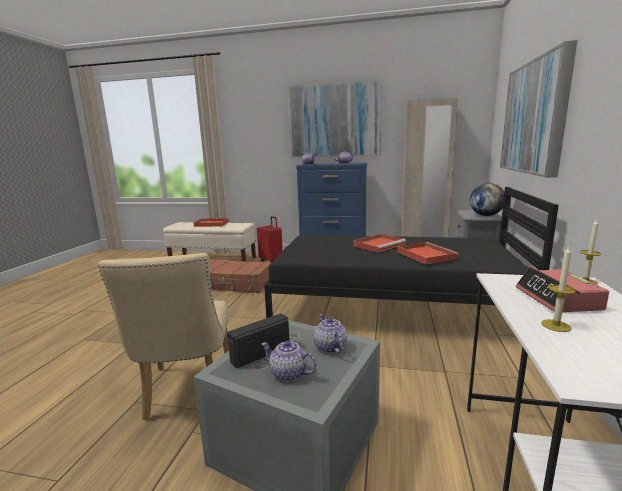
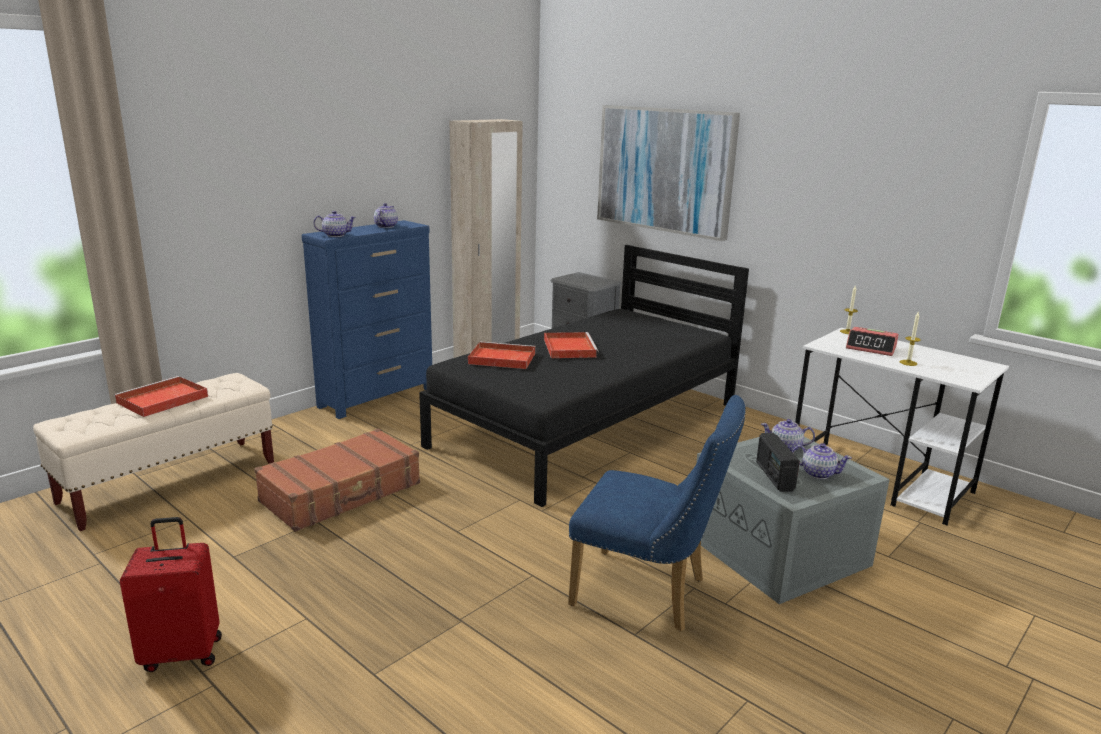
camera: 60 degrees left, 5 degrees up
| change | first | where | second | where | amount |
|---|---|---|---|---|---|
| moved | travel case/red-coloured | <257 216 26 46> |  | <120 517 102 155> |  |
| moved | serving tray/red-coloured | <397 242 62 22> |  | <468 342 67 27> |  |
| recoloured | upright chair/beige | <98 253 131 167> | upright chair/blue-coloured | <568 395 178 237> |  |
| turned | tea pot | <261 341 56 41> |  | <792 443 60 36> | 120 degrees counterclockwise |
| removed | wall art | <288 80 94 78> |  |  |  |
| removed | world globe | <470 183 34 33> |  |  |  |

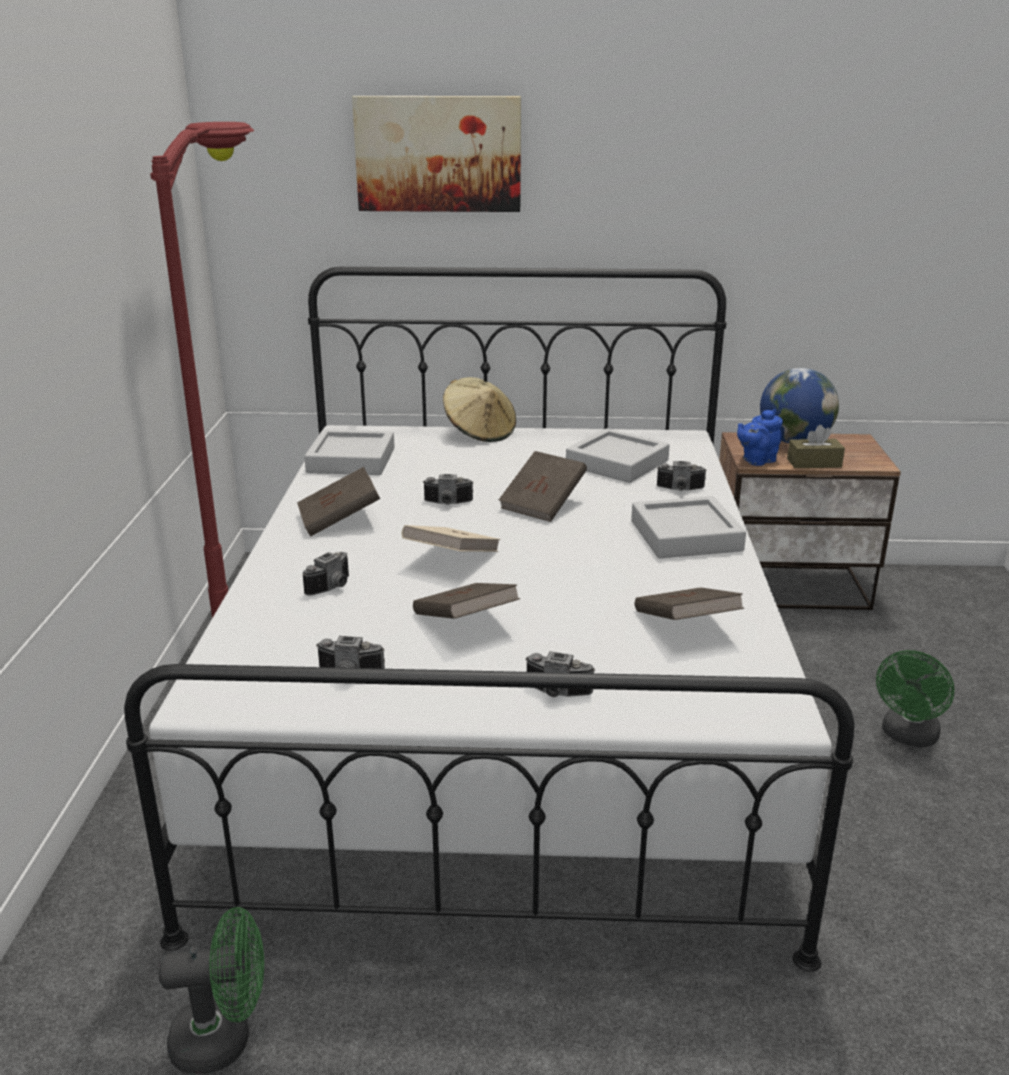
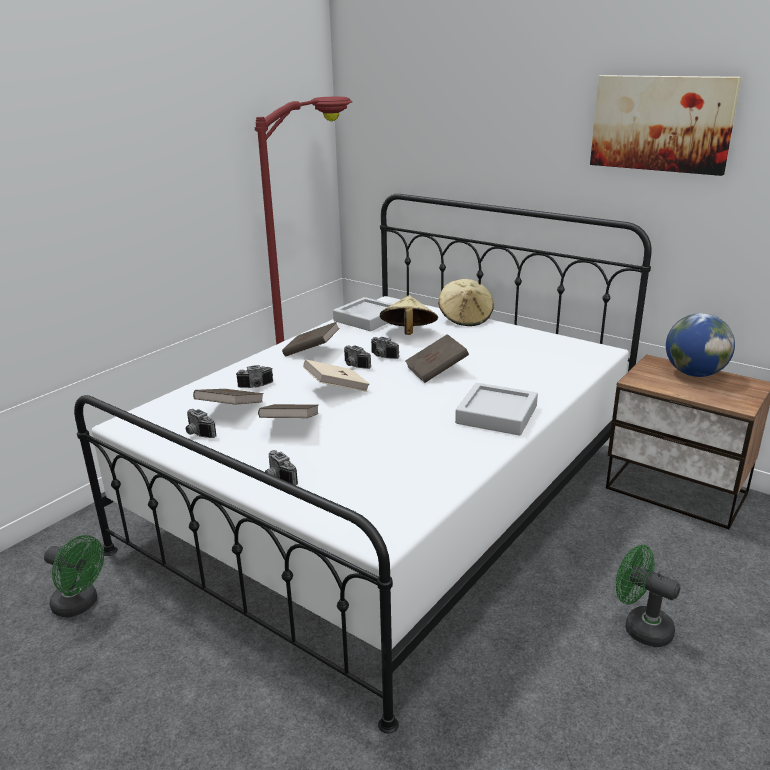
camera: 35 degrees right, 0 degrees up
| change | first | where | second | where | amount |
|---|---|---|---|---|---|
| moved | book/brown | <635 587 109 33> |  | <193 389 71 16> |  |
| moved | photo camera | <657 461 49 30> |  | <344 345 27 24> |  |
| added |  |  | clothing hat/beige | <380 295 58 40> |  |
| moved | wall art | <352 96 169 116> |  | <590 75 151 101> |  |
| turned | cooling fan/greenish | <876 650 79 97> |  | <616 545 64 102> | 60 degrees clockwise |
| removed | serving tray/gray | <566 428 104 55> |  |  |  |
| removed | tea pot/blue-coloured | <737 409 46 57> |  |  |  |
| removed | tissue box/brown | <787 425 58 43> |  |  |  |

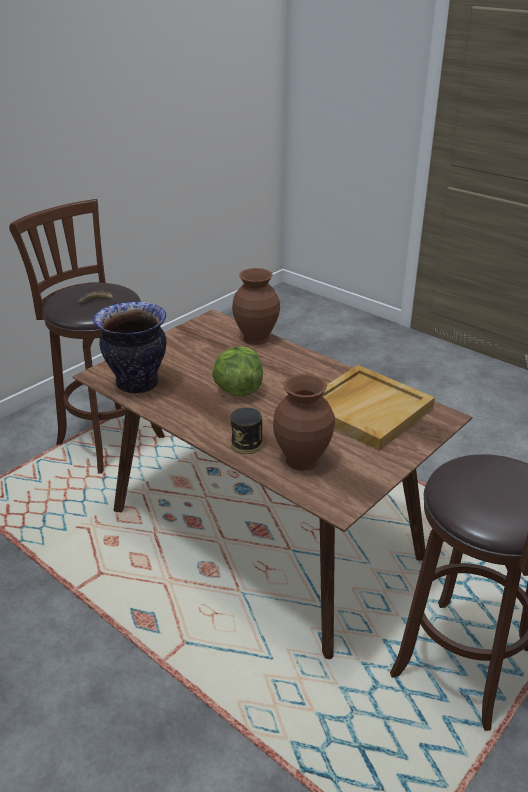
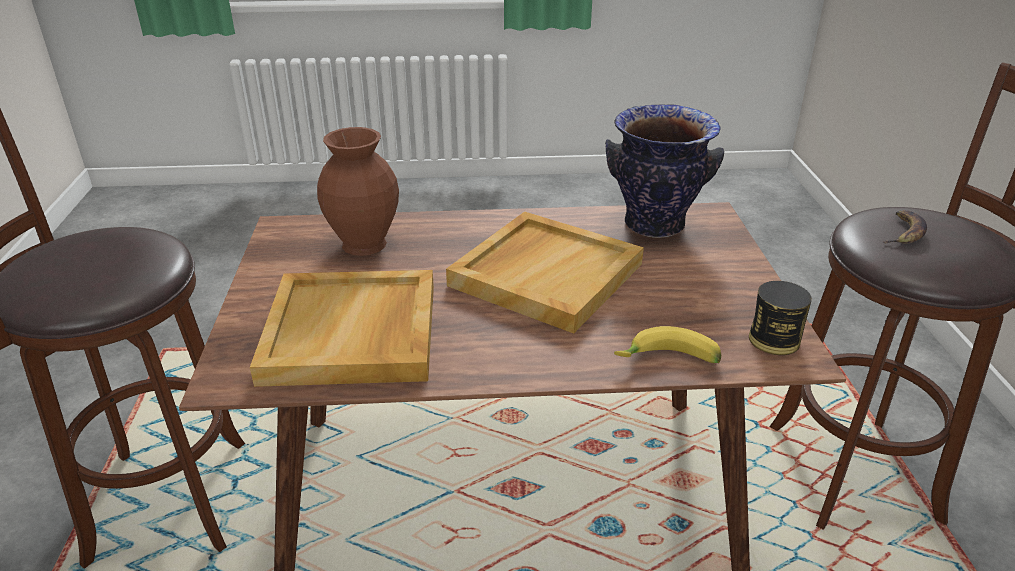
camera: 135 degrees right, 0 degrees up
| change | first | where | second | where | amount |
|---|---|---|---|---|---|
| replaced | lettuce head | <212 346 51 50> | serving tray/beige | <446 212 198 122> |  |
| replaced | vase/brown | <232 268 48 77> | banana fruit | <614 326 107 37> |  |
| moved | sealed can | <230 408 32 46> |  | <749 281 63 74> |  |

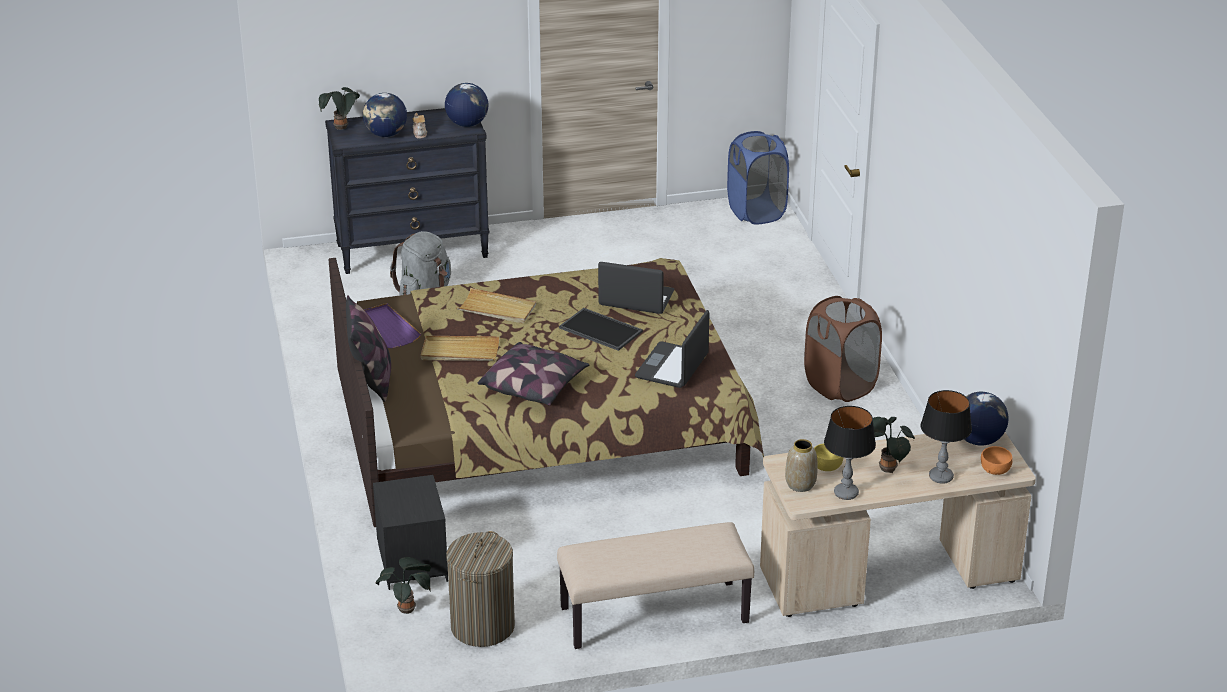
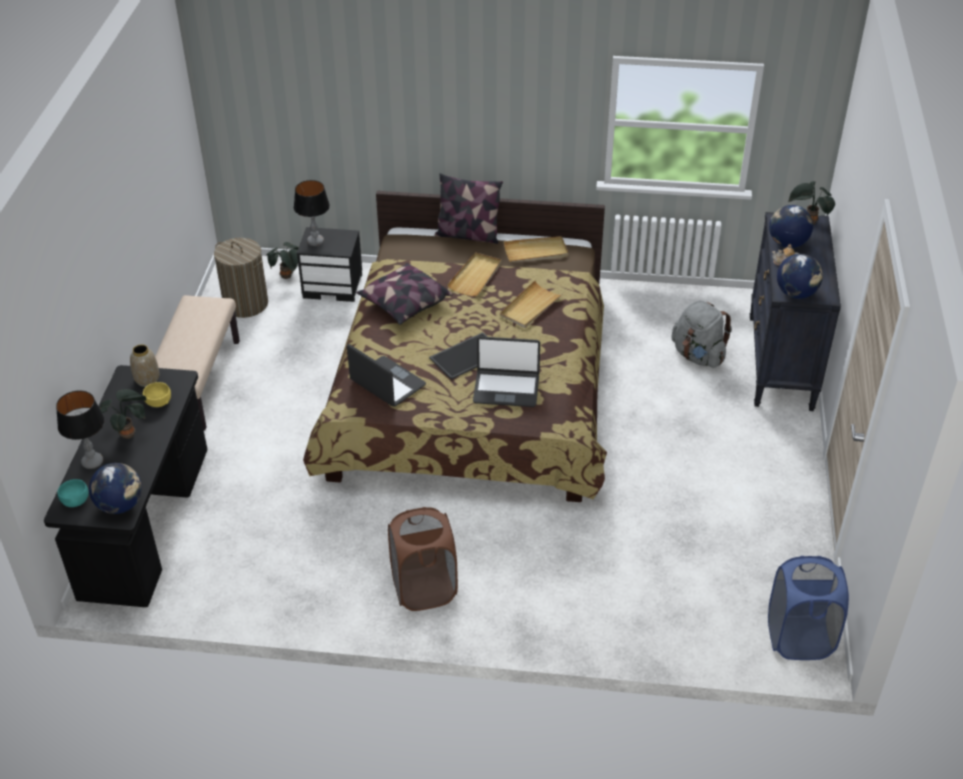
camera: 110 degrees right, 10 degrees up
| change | first | where | second | where | amount |
|---|---|---|---|---|---|
| recoloured | desk/beige | <760 432 276 185> | desk/black | <44 365 163 242> |  |
| recoloured | deep dish/orange | <981 446 32 29> | deep dish/turquoise-coloured | <57 479 32 28> |  |
| moved | lamp for a table | <824 406 52 94> |  | <294 180 36 66> |  |
| turned | laptop | <598 262 76 52> |  | <473 336 67 71> | 60 degrees clockwise |
| recoloured | serving tray/purple-coloured | <364 303 57 45> | serving tray/beige | <504 236 65 26> |  |

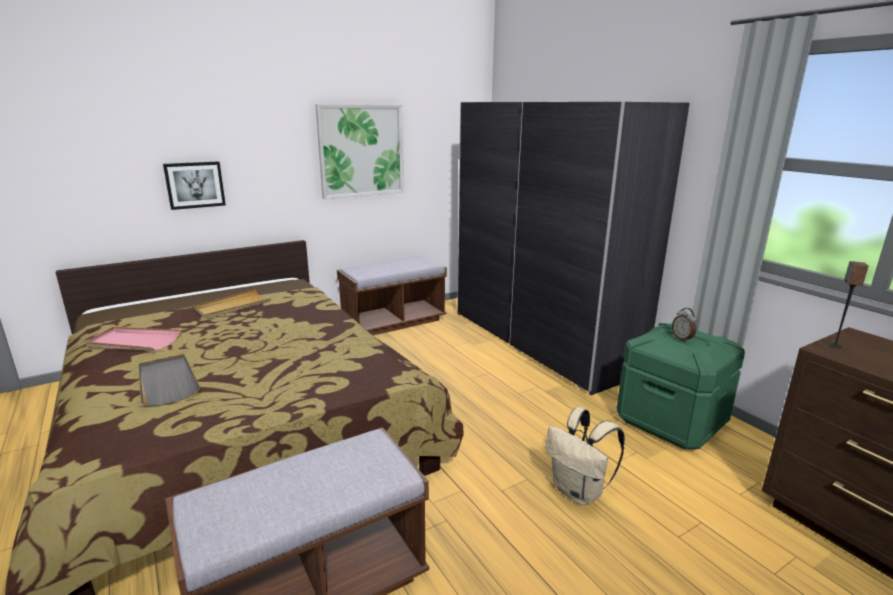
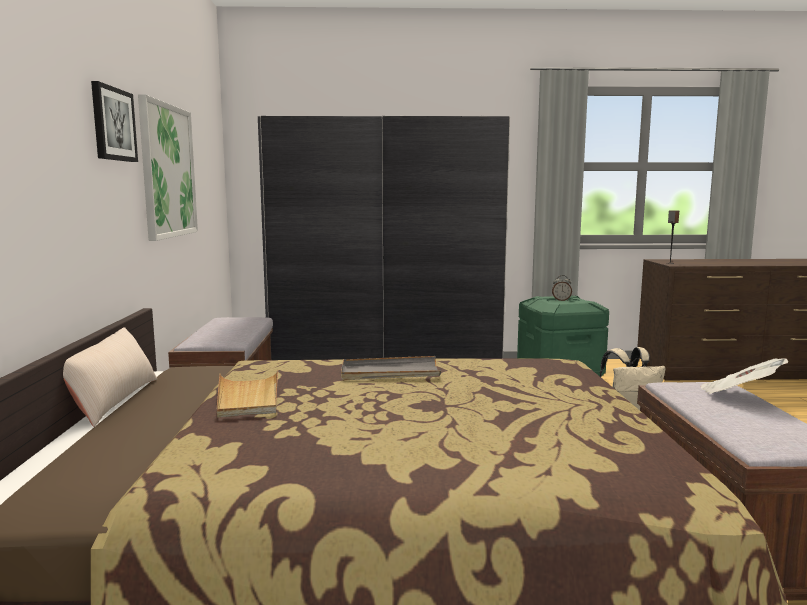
camera: 60 degrees left, 10 degrees down
| change | first | where | second | where | amount |
|---|---|---|---|---|---|
| added |  |  | cushion/beige | <63 327 94 100> |  |
| moved | wall art | <163 161 63 49> |  | <91 81 47 81> |  |
| moved | serving tray/gray | <139 354 61 52> |  | <341 356 100 24> |  |
| added |  |  | daily paper | <701 358 87 36> |  |
| removed | serving tray/pink-coloured | <85 327 96 23> |  |  |  |

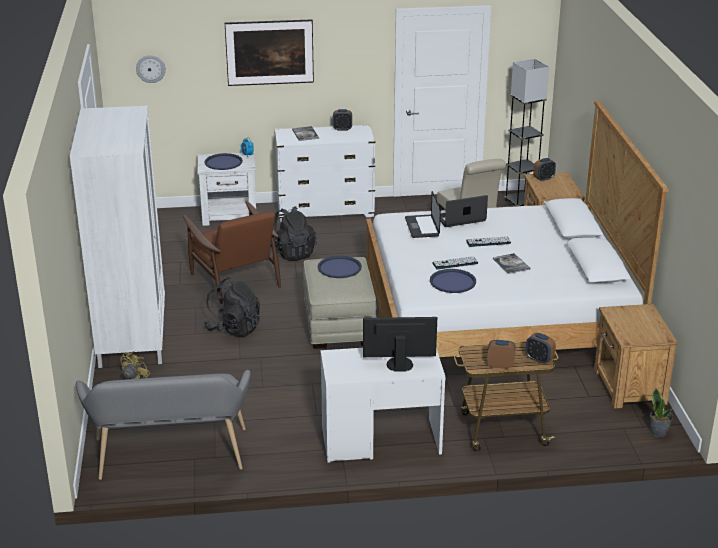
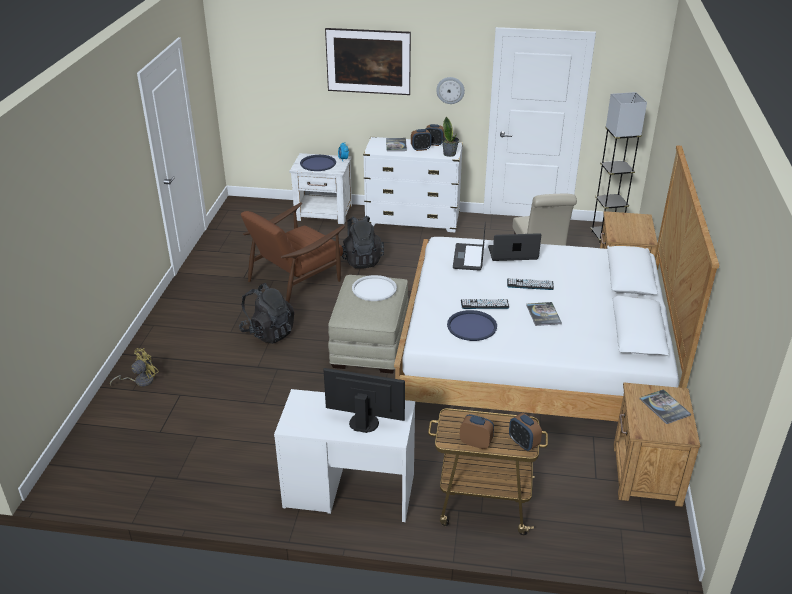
camera: 15 degrees right, 5 degrees up
| change | first | where | second | where | amount |
|---|---|---|---|---|---|
| turned | easy chair/brown | <183 200 98 104> |  | <241 203 104 99> | 60 degrees clockwise |
| recoloured | serving tray/blue-coloured | <318 256 44 22> | serving tray/white-coloured | <352 275 45 26> |  |
| moved | bedside clock | <533 158 23 23> |  | <411 129 21 22> |  |
| moved | wall clock | <136 55 30 28> |  | <436 77 29 27> |  |
| moved | potted plant | <650 388 23 49> |  | <442 117 17 40> |  |
| added |  |  | book | <640 389 51 35> |  |
| removed | armoire/white-coloured | <70 106 95 262> |  |  |  |
| removed | long seat/gray | <76 370 175 110> |  |  |  |

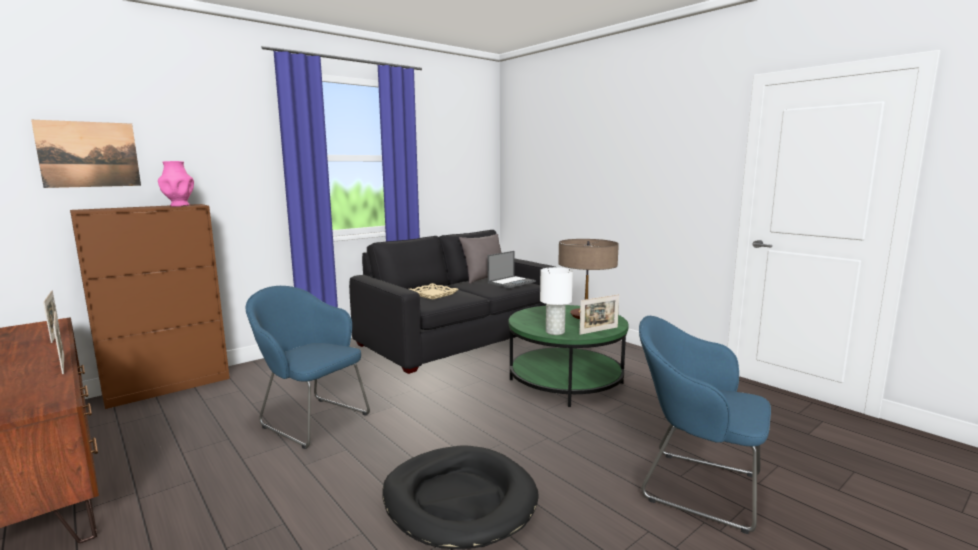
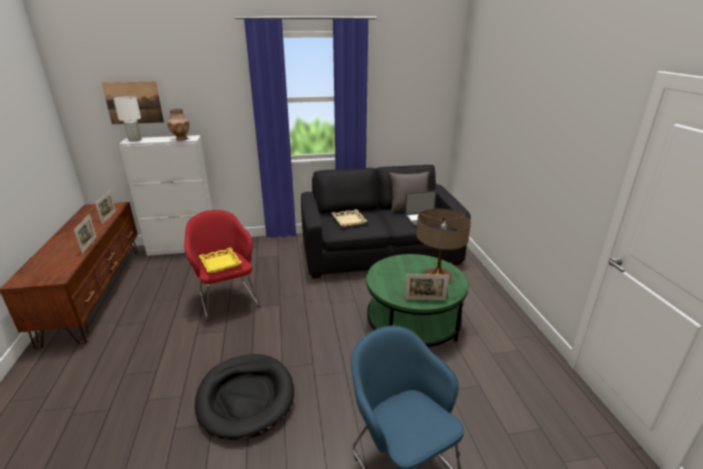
camera: 30 degrees right, 15 degrees up
| change | first | where | second | where | amount |
|---|---|---|---|---|---|
| moved | lamp for a table/white-coloured | <540 267 33 68> |  | <113 96 28 45> |  |
| recoloured | storage cabinet/brown | <70 204 160 205> | storage cabinet/white-coloured | <119 135 94 121> |  |
| recoloured | vase/pink-coloured | <158 161 36 46> | vase/brown | <167 108 22 32> |  |
| recoloured | easy chair/blue-coloured | <245 286 125 163> | easy chair/red-coloured | <184 210 76 112> |  |
| added |  |  | serving tray/yellow-coloured | <199 247 43 26> |  |

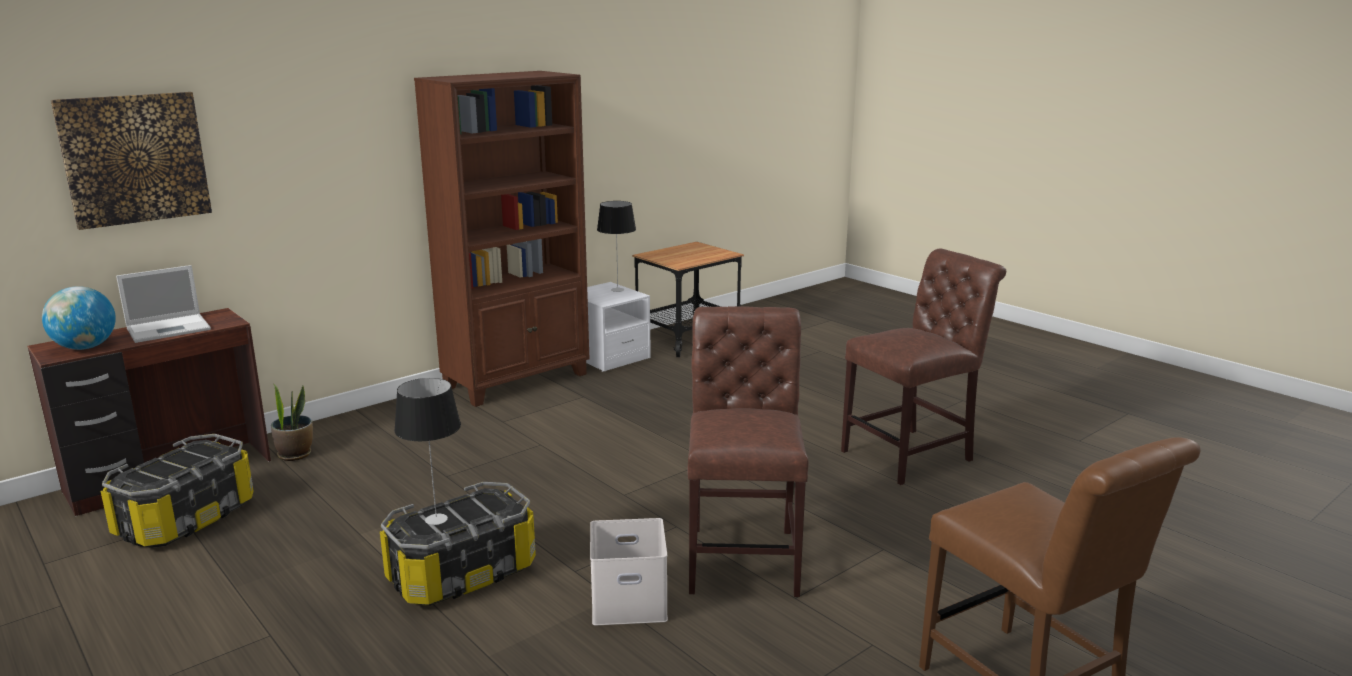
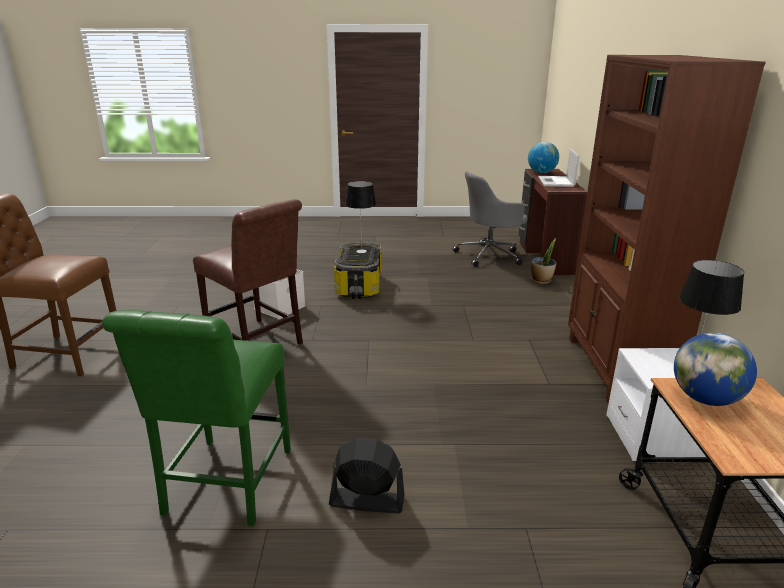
camera: 130 degrees right, 5 degrees up
| change | first | where | second | where | amount |
|---|---|---|---|---|---|
| recoloured | upright chair/brown | <841 248 165 237> | upright chair/greenish | <102 310 189 216> |  |
| added |  |  | cooling fan/black | <329 438 76 75> |  |
| replaced | storage container | <101 434 153 114> | office chair/gray | <453 171 74 96> |  |
| added |  |  | world globe | <674 333 83 73> |  |
| removed | wall art | <51 92 161 138> |  |  |  |

